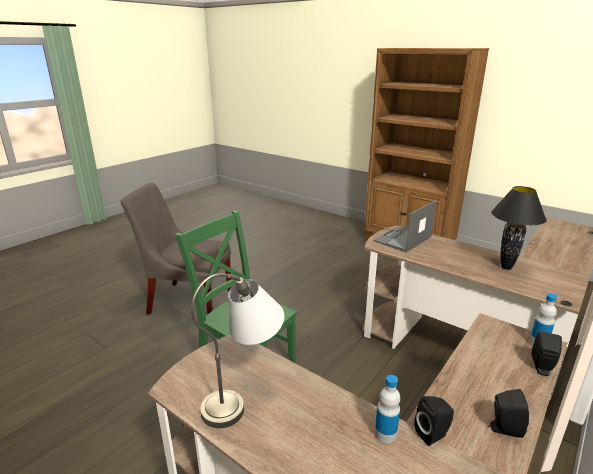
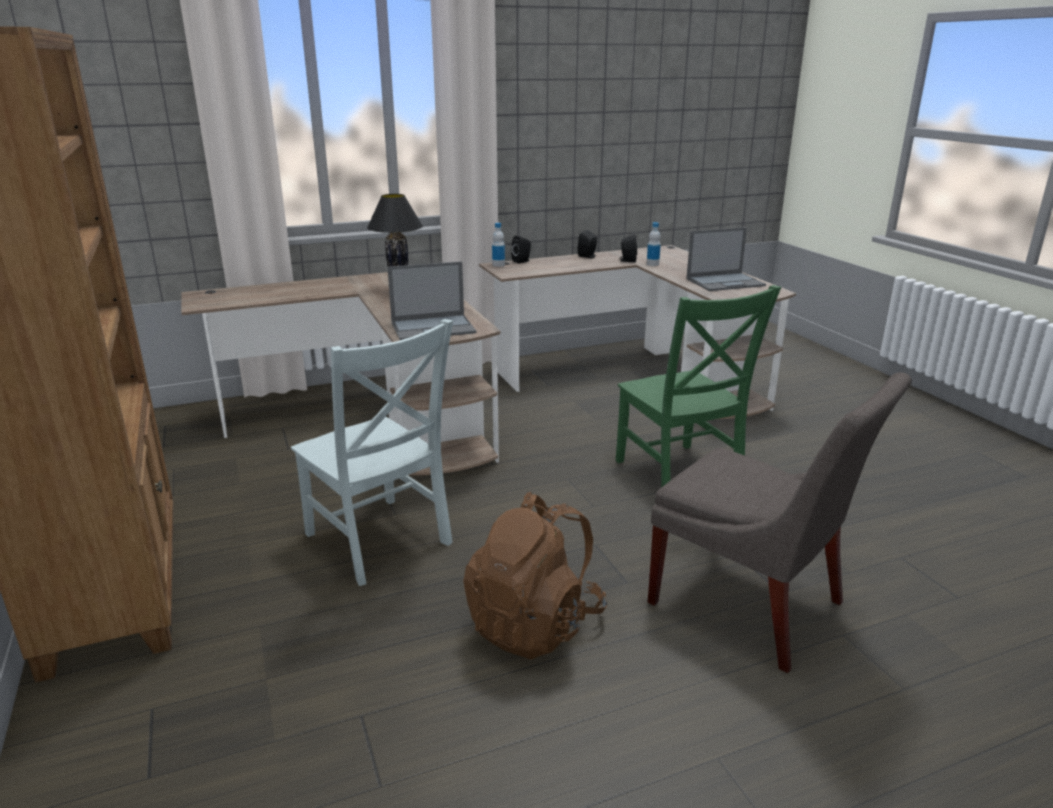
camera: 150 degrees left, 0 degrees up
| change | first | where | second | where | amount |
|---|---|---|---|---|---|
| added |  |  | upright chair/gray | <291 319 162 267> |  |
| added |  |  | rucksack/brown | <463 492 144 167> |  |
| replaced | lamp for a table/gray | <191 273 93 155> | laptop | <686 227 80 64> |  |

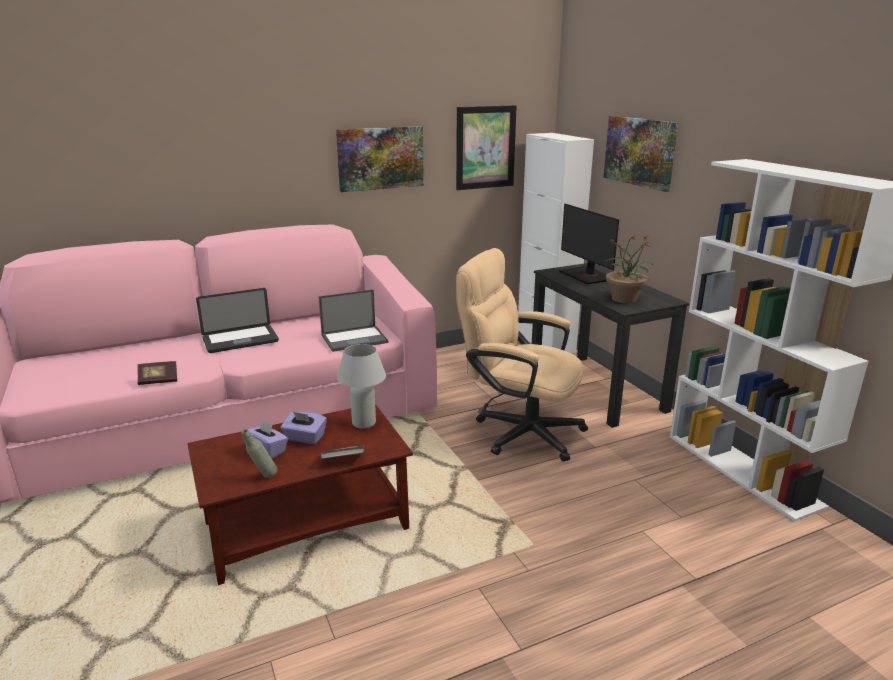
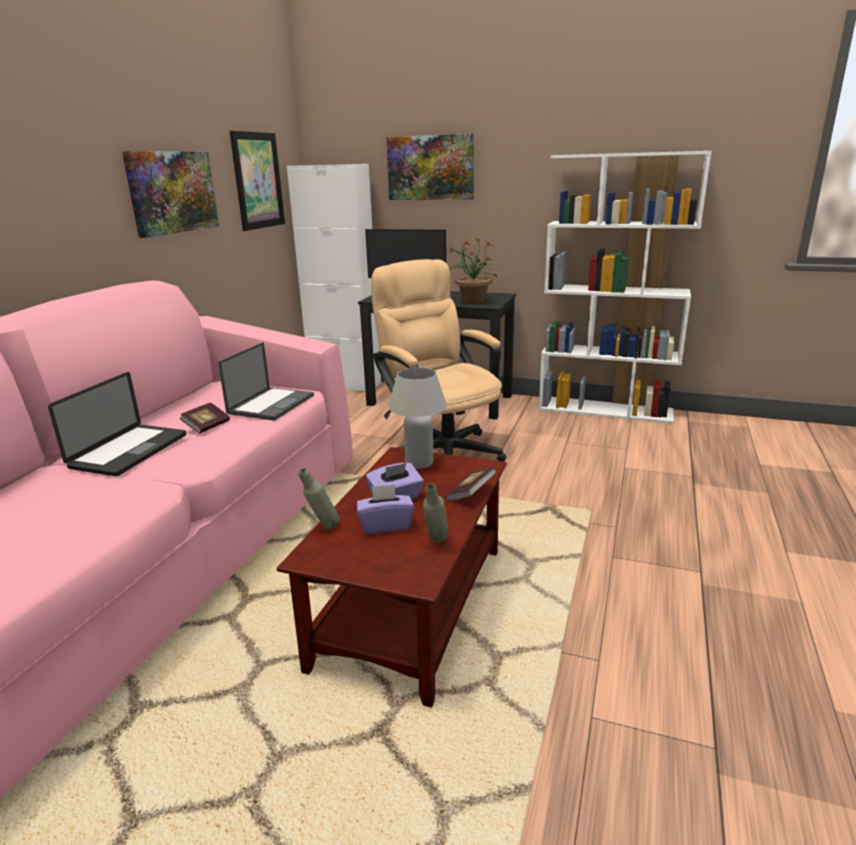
camera: 45 degrees left, 0 degrees up
| change | first | where | second | where | amount |
|---|---|---|---|---|---|
| moved | book | <137 361 40 24> |  | <180 402 50 31> |  |
| added |  |  | drink bottle/gray | <299 468 41 61> |  |
| turned | office chair/beige | <456 248 132 214> |  | <371 259 135 203> | 75 degrees clockwise |

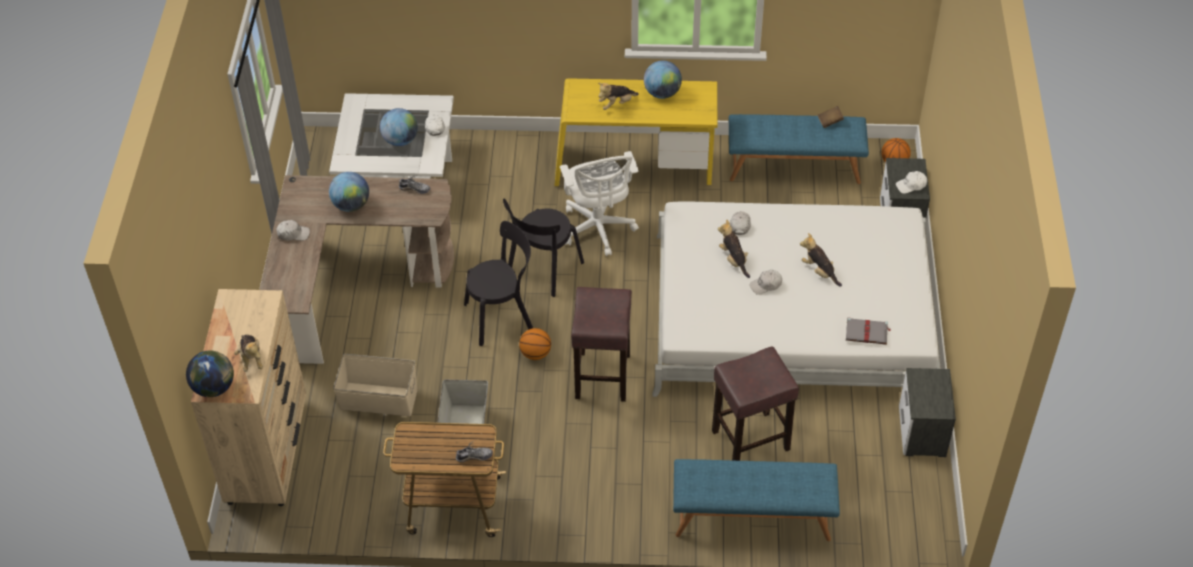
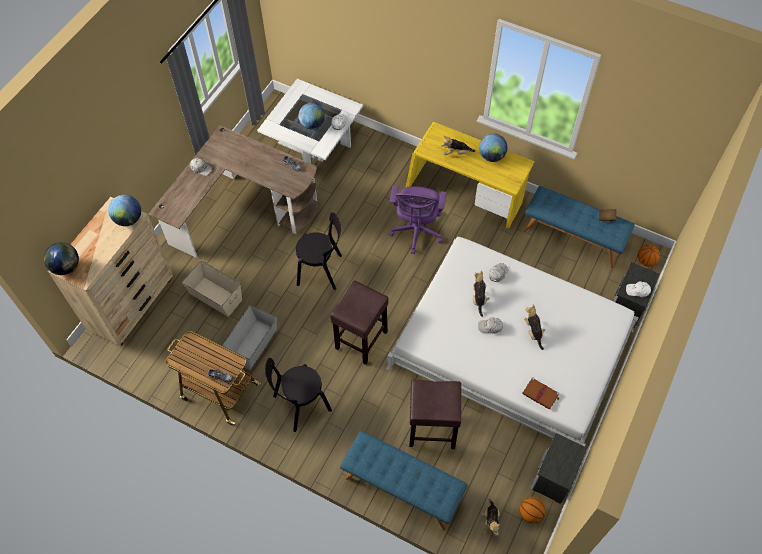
camera: 25 degrees right, 10 degrees up
| change | first | where | second | where | amount |
|---|---|---|---|---|---|
| moved | world globe | <329 172 40 40> |  | <108 195 33 31> |  |
| moved | upright chair/black | <503 199 81 98> |  | <265 358 67 74> |  |
| recoloured | office chair/white-coloured | <560 151 79 105> | office chair/purple-coloured | <389 185 58 69> |  |
| moved | cuddly toy | <234 335 29 37> |  | <481 499 19 37> |  |
| moved | basketball ball | <519 328 32 32> |  | <520 497 26 26> |  |
| recoloured | book/gray | <846 317 45 28> | book/brown | <522 377 38 33> |  |

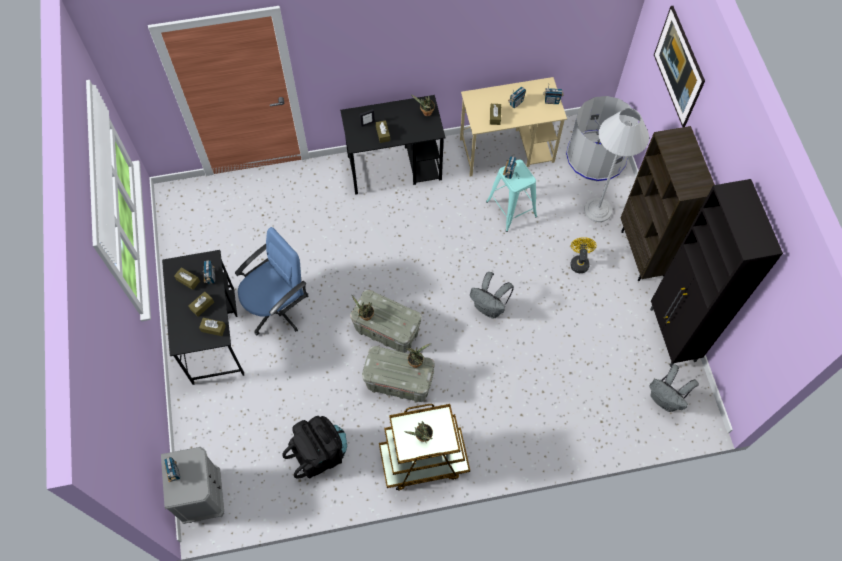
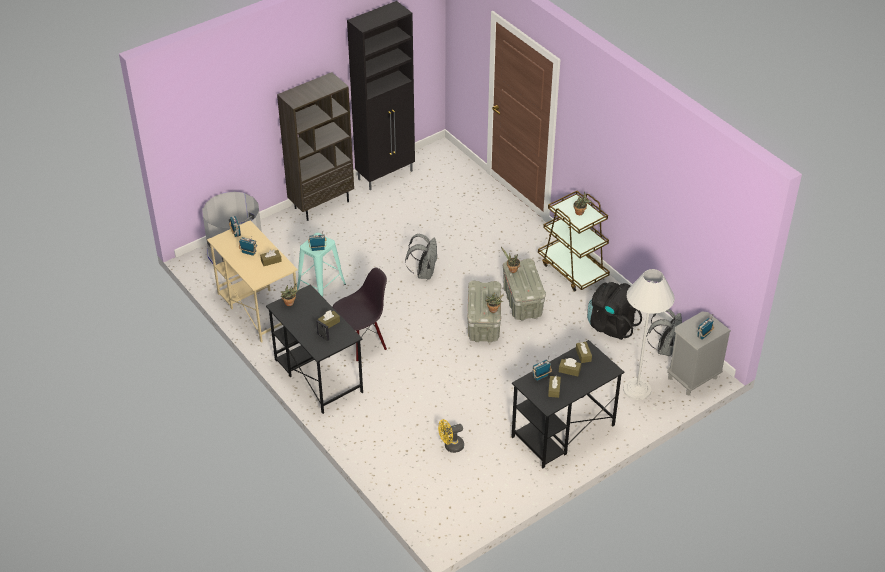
camera: 115 degrees left, 20 degrees down
| change | first | where | second | where | amount |
|---|---|---|---|---|---|
| added |  |  | upright chair/black | <333 267 54 95> |  |
| moved | cooling fan/yellow-coloured | <570 237 27 36> |  | <438 419 26 34> |  |
| moved | standing lamp/white-coloured | <584 108 65 114> |  | <623 269 52 131> |  |
| moved | rucksack/gray | <649 364 50 48> |  | <647 309 35 47> |  |
| removed | office chair/blue-coloured | <235 227 73 108> |  |  |  |
| removed | wall art | <654 6 51 121> |  |  |  |

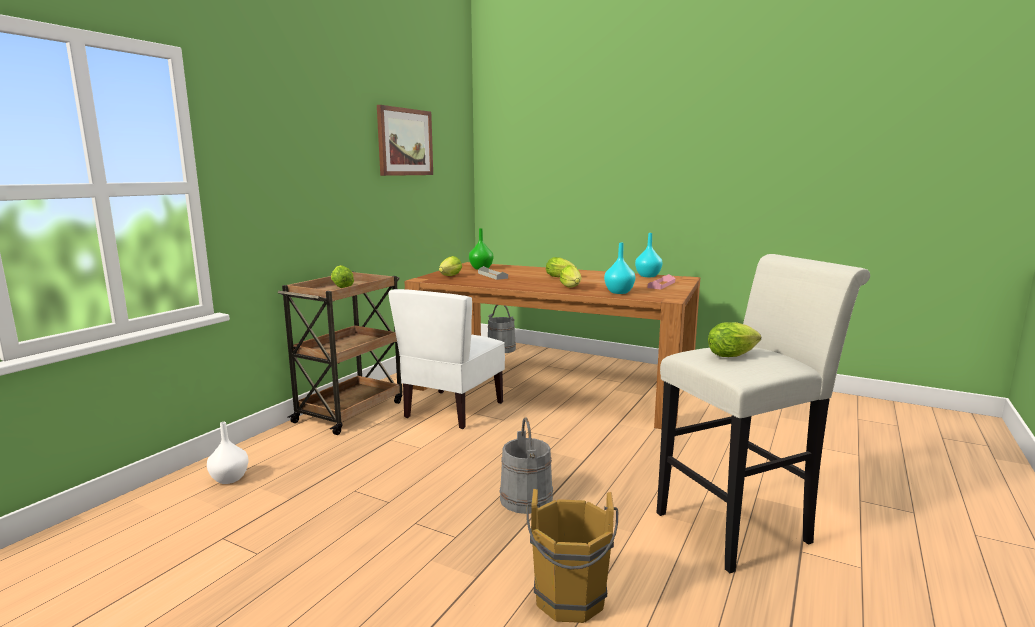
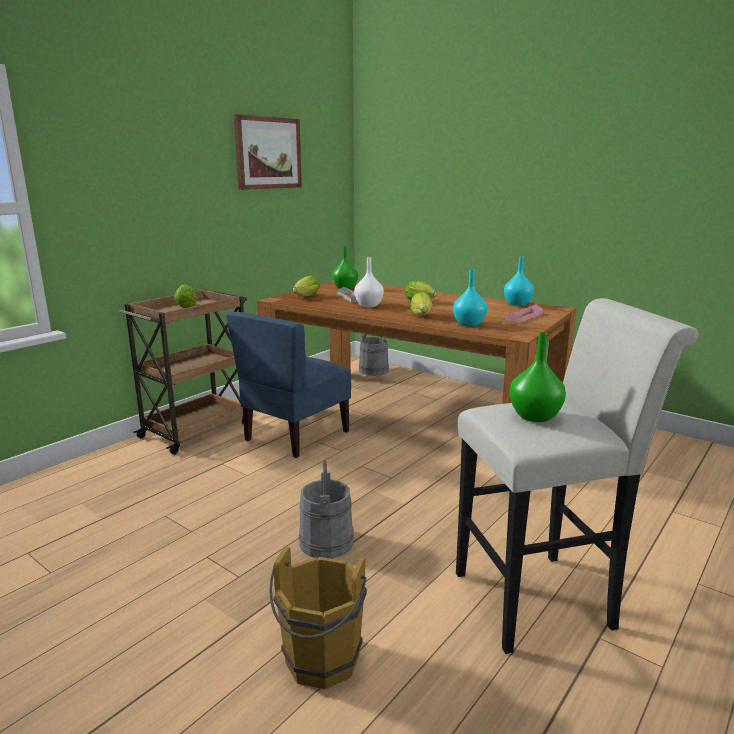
camera: 10 degrees right, 5 degrees up
| change | first | where | second | where | amount |
|---|---|---|---|---|---|
| recoloured | upright chair/white-coloured | <388 289 117 140> | upright chair/blue-coloured | <226 312 125 146> |  |
| moved | vase/white-coloured | <207 422 42 62> |  | <354 257 30 50> |  |
| replaced | lettuce head | <708 322 53 35> | vase/greenish | <510 332 56 90> |  |

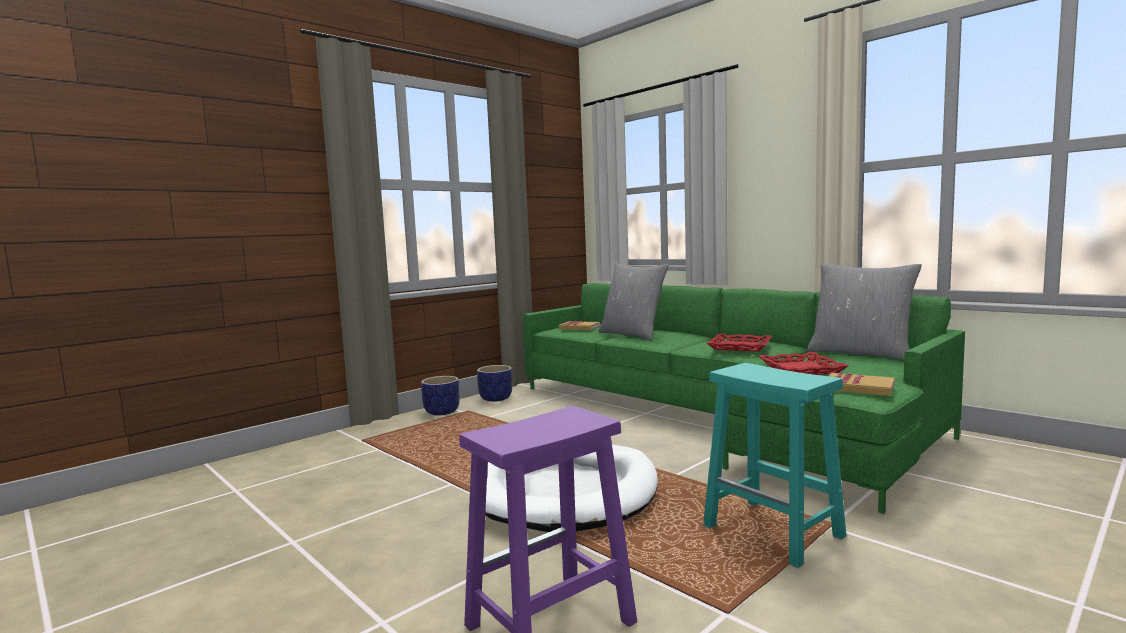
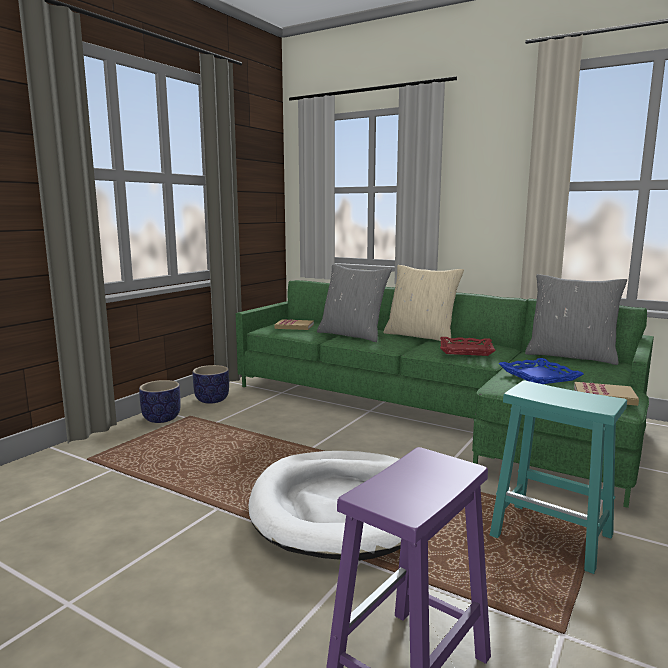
camera: 15 degrees left, 5 degrees up
| change | first | where | second | where | amount |
|---|---|---|---|---|---|
| added |  |  | cushion/beige | <383 265 81 78> |  |
| recoloured | serving tray/red-coloured | <759 352 89 23> | serving tray/blue-coloured | <498 358 86 26> |  |

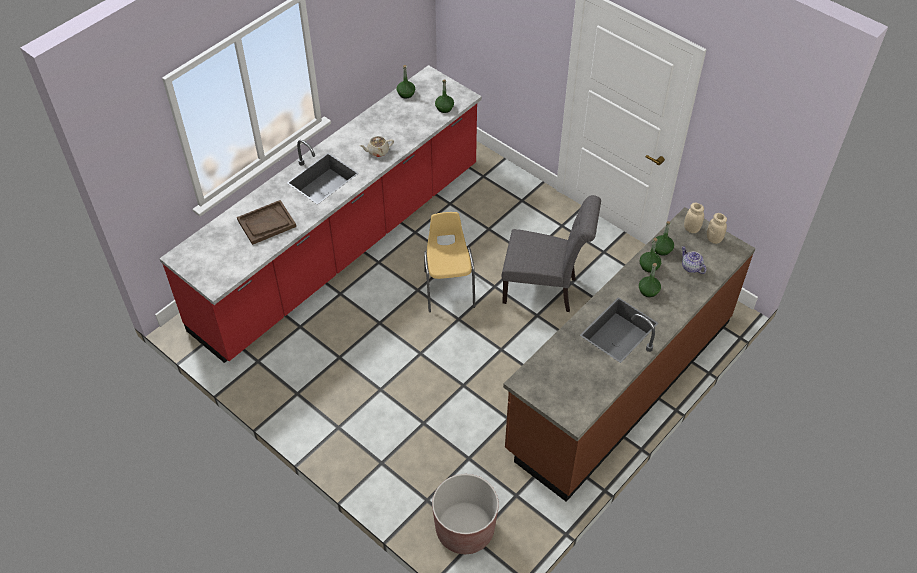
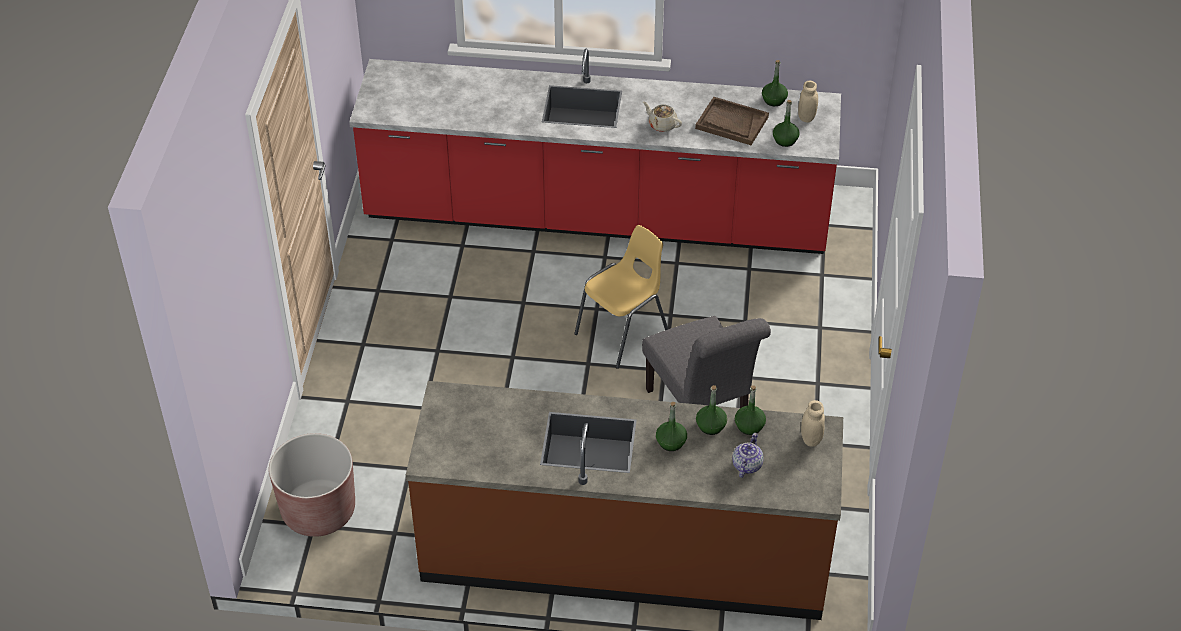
camera: 55 degrees right, 5 degrees down
| change | first | where | second | where | amount |
|---|---|---|---|---|---|
| moved | serving tray/brown | <237 200 59 45> |  | <695 97 74 48> |  |
| moved | preserve jar/beige | <707 213 20 31> |  | <798 81 20 42> |  |

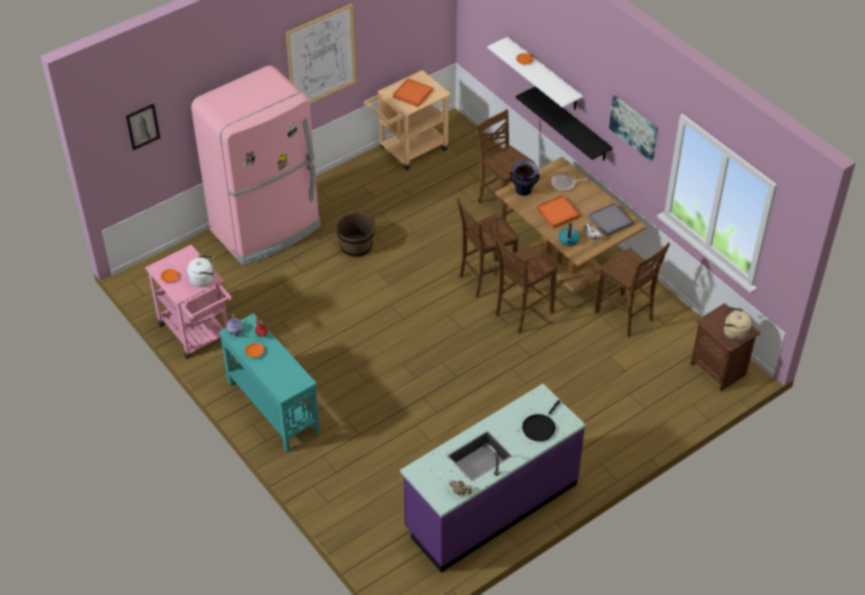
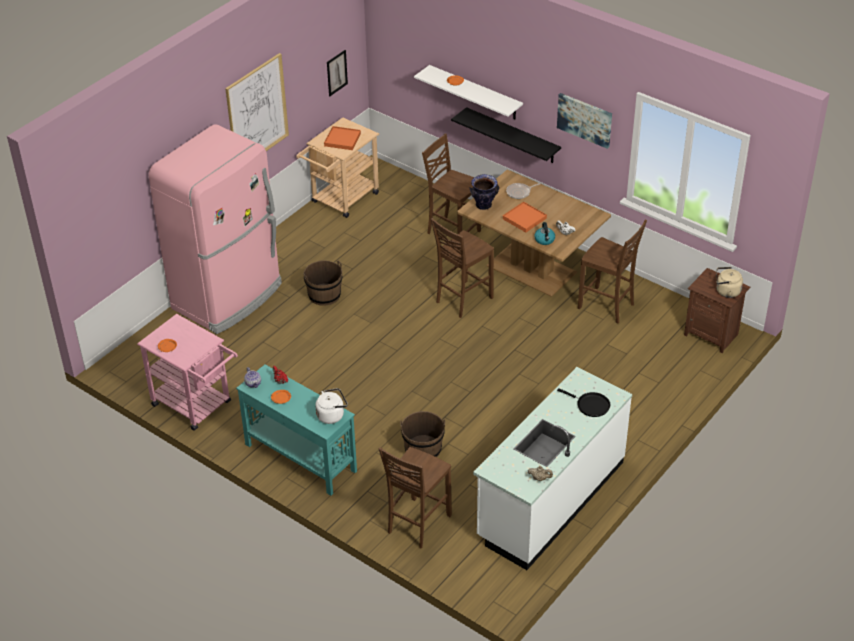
camera: 15 degrees left, 5 degrees down
| change | first | where | second | where | amount |
|---|---|---|---|---|---|
| moved | tea kettle/white-coloured | <187 255 27 32> |  | <315 388 33 36> |  |
| moved | wall art | <126 104 34 46> |  | <327 50 21 46> |  |
| moved | upright chair/brown | <494 237 63 97> |  | <379 447 73 102> |  |
| added |  |  | bucket/brown | <400 411 45 46> |  |
| recoloured | kitchen base unit/purple-coloured | <400 384 186 188> | kitchen base unit/white-coloured | <473 367 159 203> |  |
| turned | pan/black | <522 400 38 41> |  | <557 388 53 29> | 75 degrees counterclockwise |
| removed | serving tray/gray | <589 203 45 33> |  |  |  |

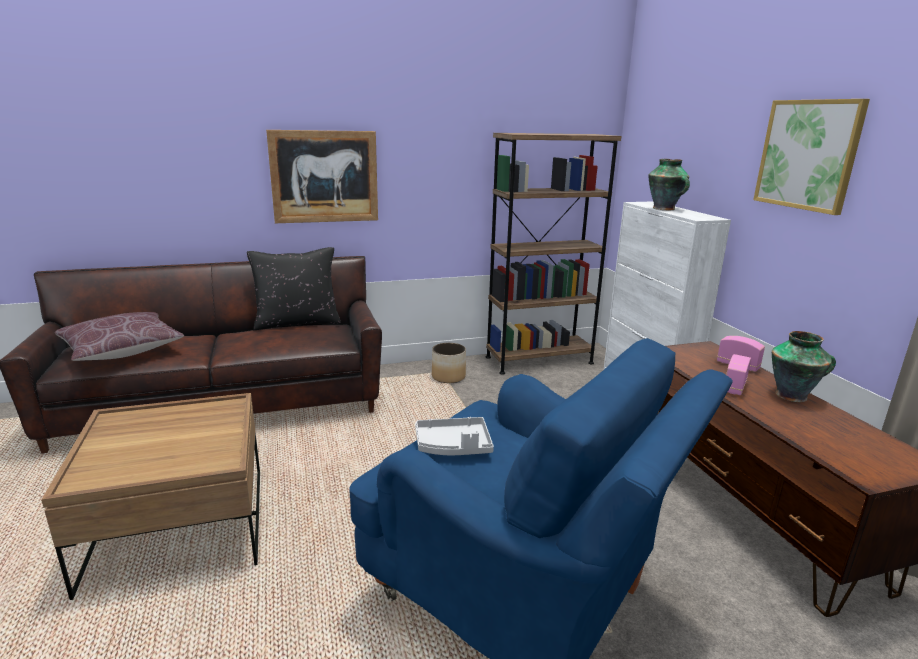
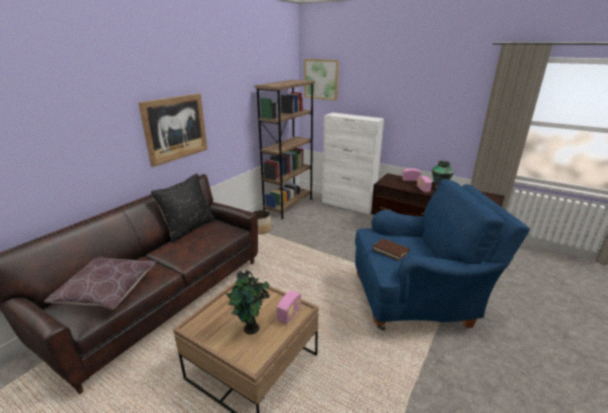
camera: 40 degrees left, 5 degrees up
| change | first | where | second | where | amount |
|---|---|---|---|---|---|
| added |  |  | potted plant | <226 270 44 64> |  |
| added |  |  | radio receiver | <277 290 24 34> |  |
| moved | wall art | <753 99 117 116> |  | <305 59 34 41> |  |
| replaced | serving tray/gray | <415 417 79 38> | book/brown | <372 238 38 23> |  |
| removed | vase | <648 159 42 51> |  |  |  |

